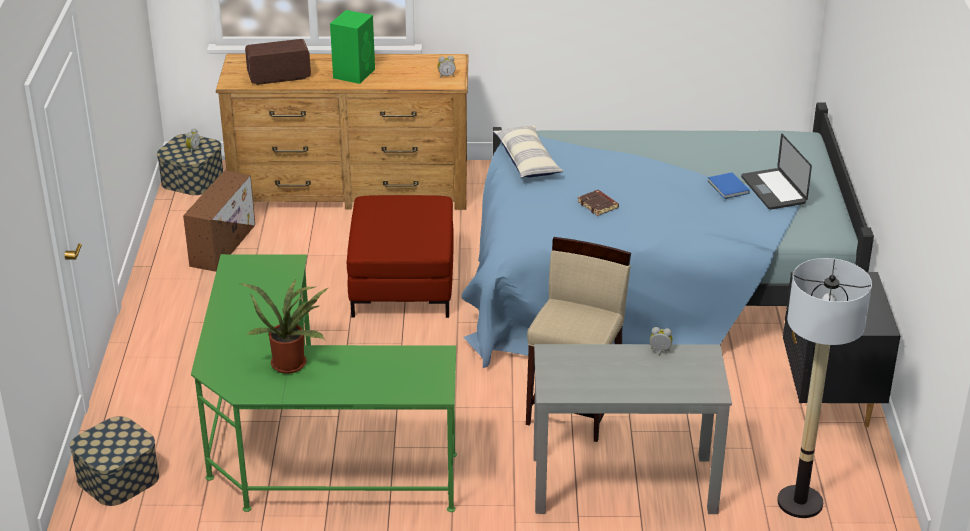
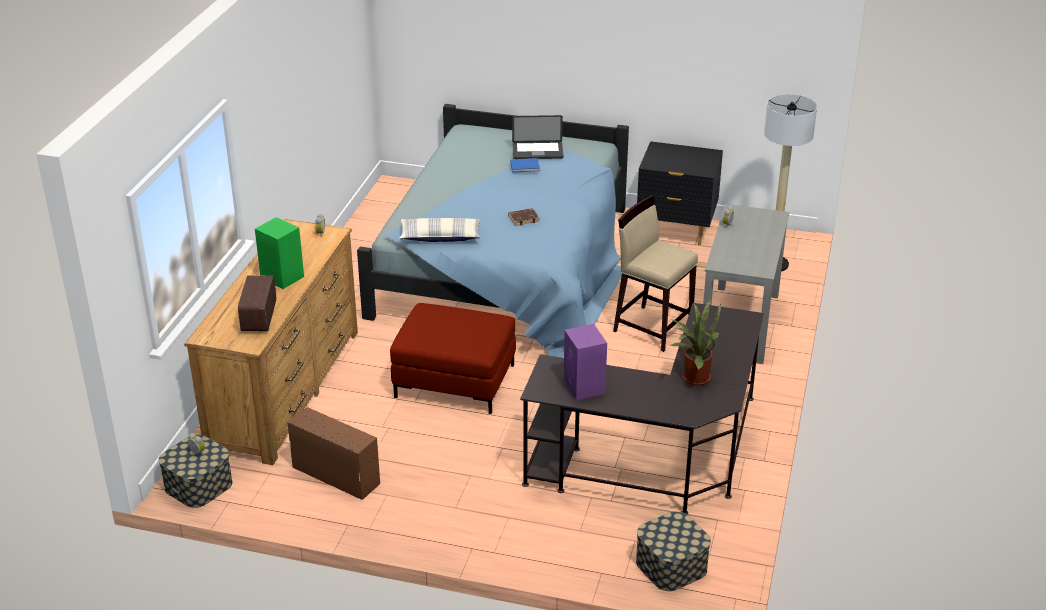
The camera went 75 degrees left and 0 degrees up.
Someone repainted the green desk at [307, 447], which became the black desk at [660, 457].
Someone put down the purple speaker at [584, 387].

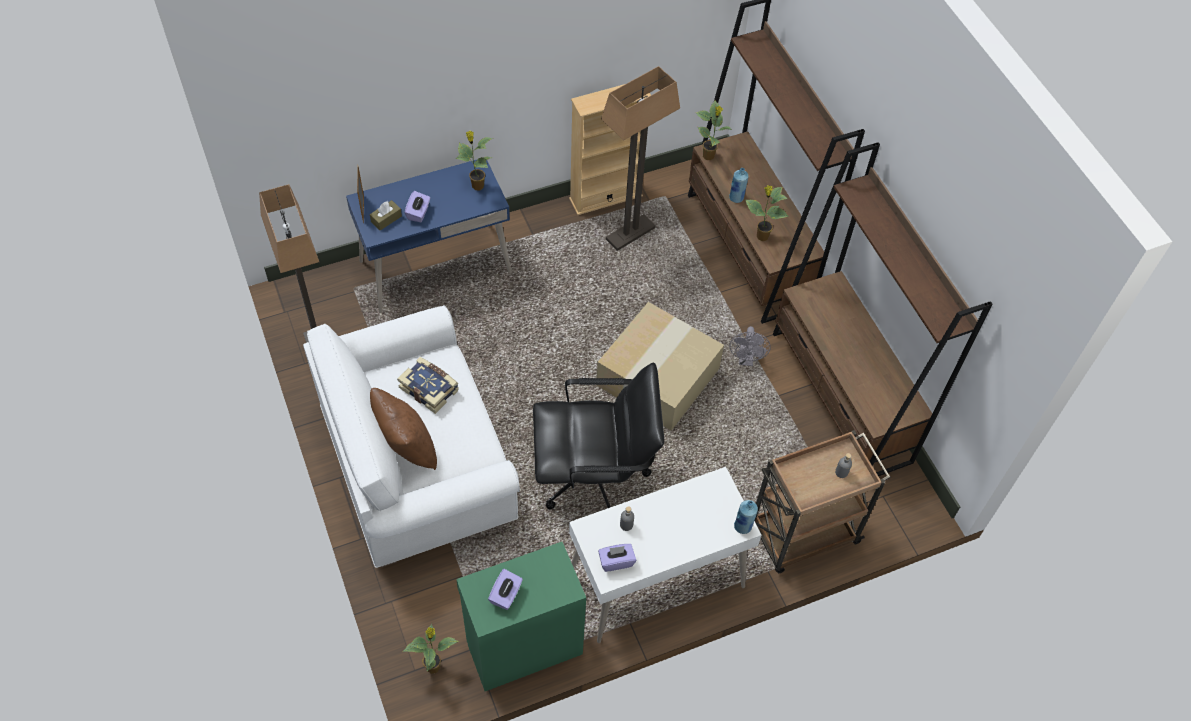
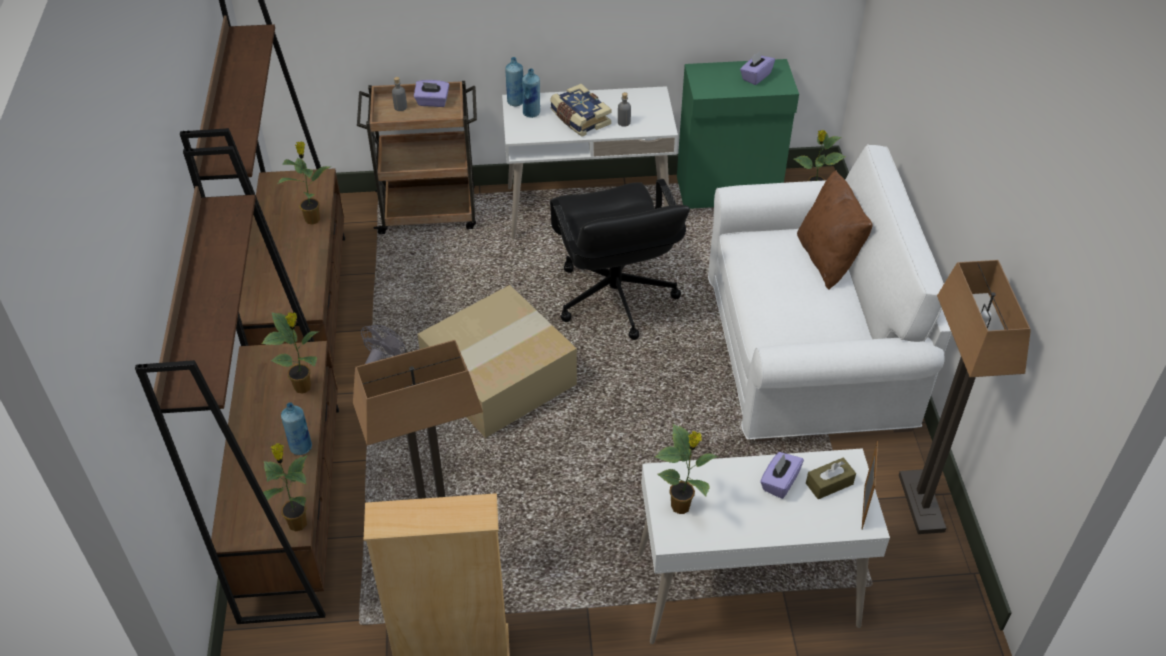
The camera went 160 degrees left and 10 degrees down.
Someone repainted the blue desk at [435, 267], which became the white desk at [746, 590].
Someone carried the book from [429, 389] to [579, 119].
Someone rotated the black office chair at [594, 478] by 120 degrees counterclockwise.
Someone carried the purple tissue box from [616, 561] to [432, 102].
Someone put down the potted plant at [313, 218].
Someone put down the blue bottle at [531, 113].

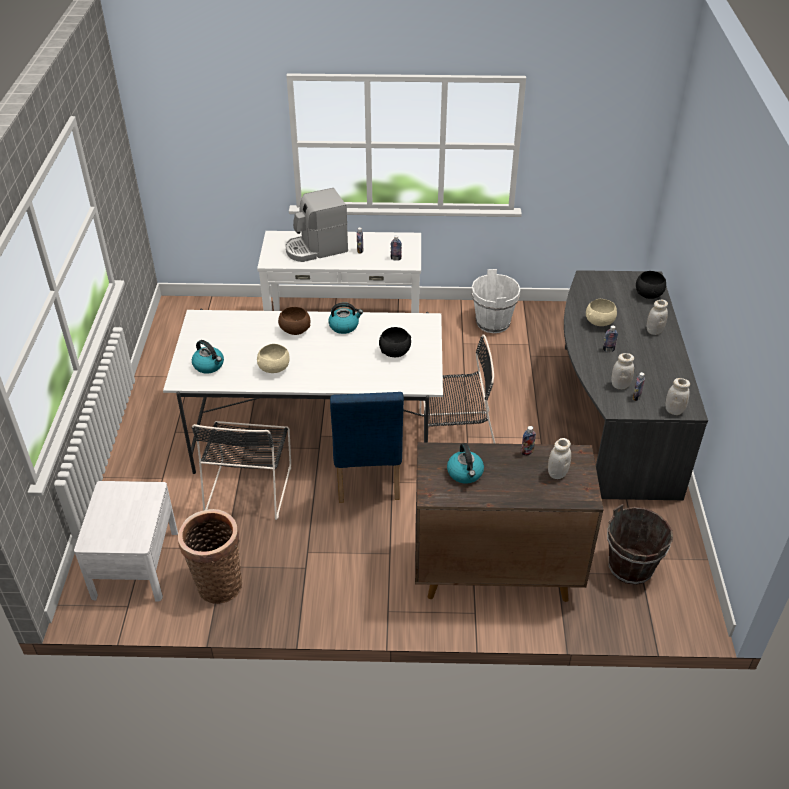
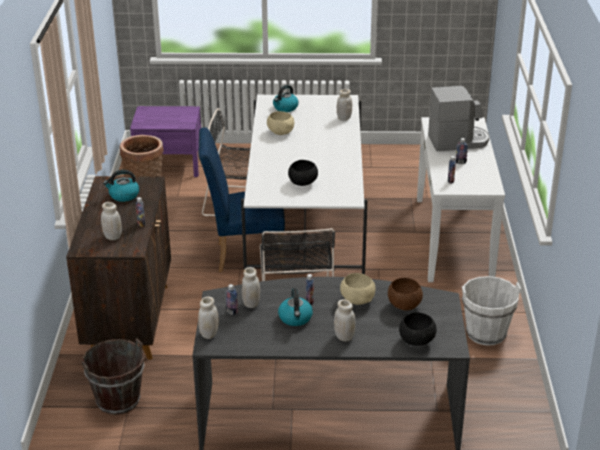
The camera went 90 degrees right and 10 degrees down.
Someone repainted the white nightstand at [135, 564], which became the purple nightstand at [169, 164].
Someone carried the brown bowl from [294, 330] to [404, 305].
Someone rotated the coffee machine at [316, 249] by 105 degrees clockwise.
Someone carried the kettle from [344, 326] to [295, 318].
Someone put down the white jar at [344, 118].

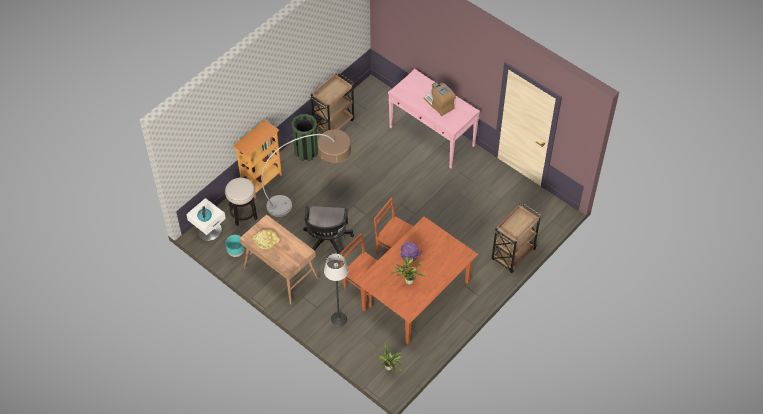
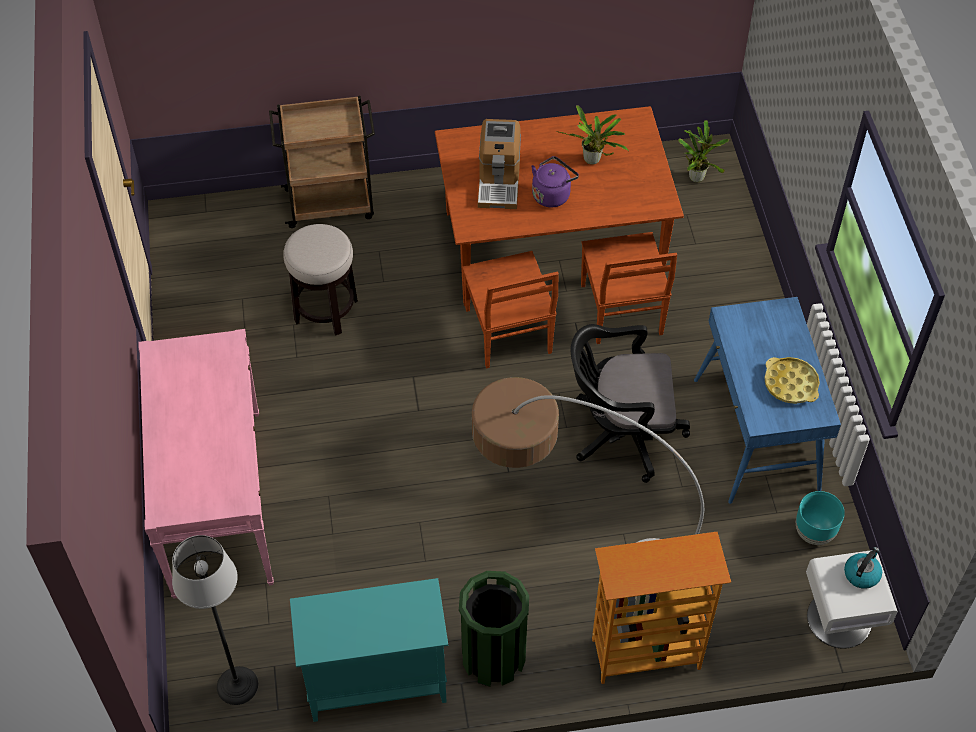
The camera went 140 degrees left and 0 degrees up.
Someone carried the stool from [243, 214] to [325, 311].
Someone repainted the brown desk at [280, 273], which became the blue desk at [756, 435].
Someone rotated the black office chair at [327, 242] by 135 degrees counterclockwise.
Someone swapped the brown cart at [333, 124] for the turquoise cabinet at [375, 683].
Someone carried the floor lamp from [338, 319] to [237, 685].
Someone carried the coffee machine from [439, 104] to [499, 182].

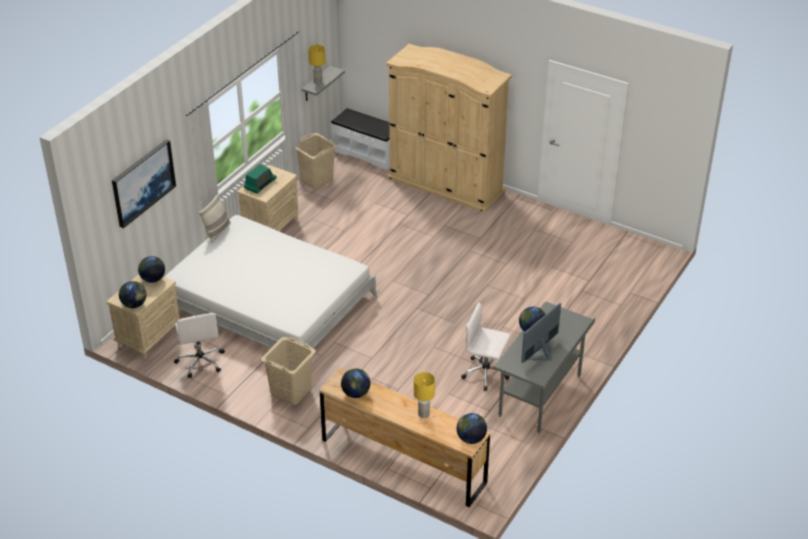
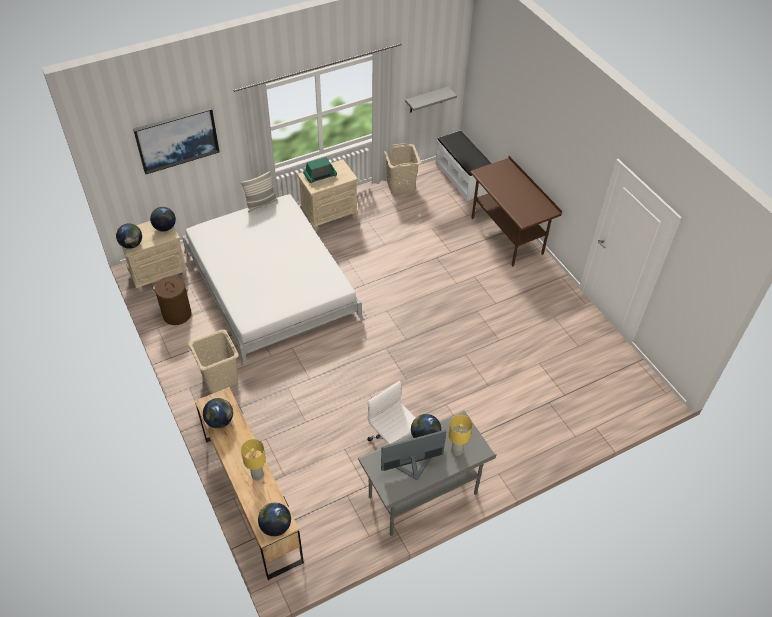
The camera went 30 degrees right and 10 degrees up.
Someone swapped the white office chair at [200, 361] for the brown laundry basket at [177, 314].
Someone carried the yellow table lamp from [318, 81] to [456, 451].
Someone swapped the beige wardrobe at [445, 184] for the brown desk at [507, 236].

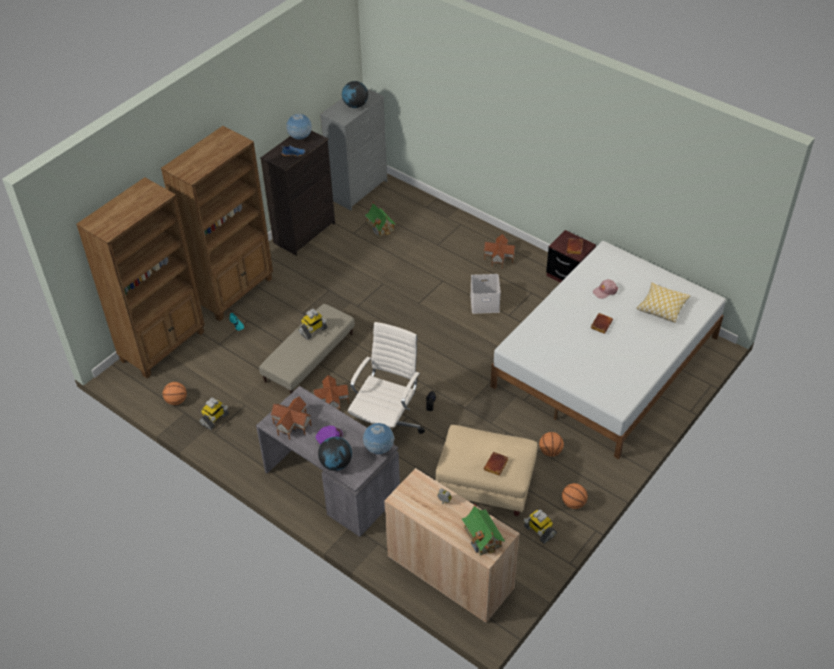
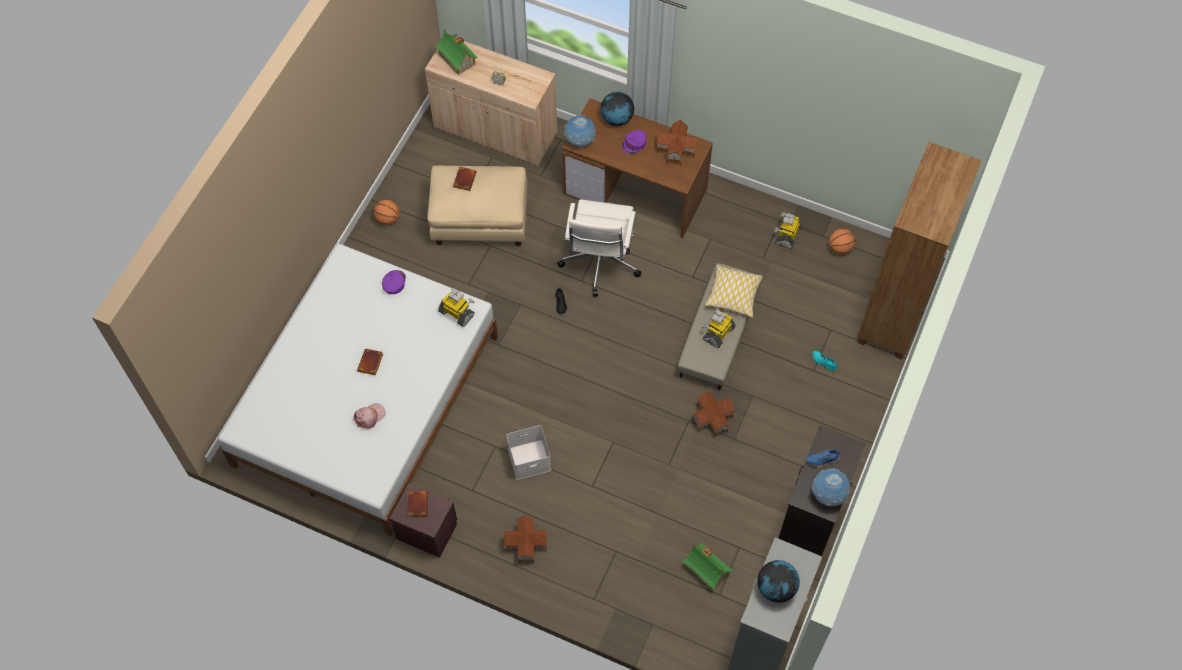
The camera went 165 degrees right and 15 degrees up.
Someone took away the brown bookcase at [234, 292].
Someone repainted the grey desk at [330, 483], which became the brown desk at [636, 191].
Someone carried the toy house from [331, 401] to [713, 419].
Someone carried the toy robot from [539, 531] to [457, 313].
Someone took away the basketball at [550, 451].
Someone carried the pillow from [662, 307] to [733, 295].
Someone put down the purple cap at [394, 283].

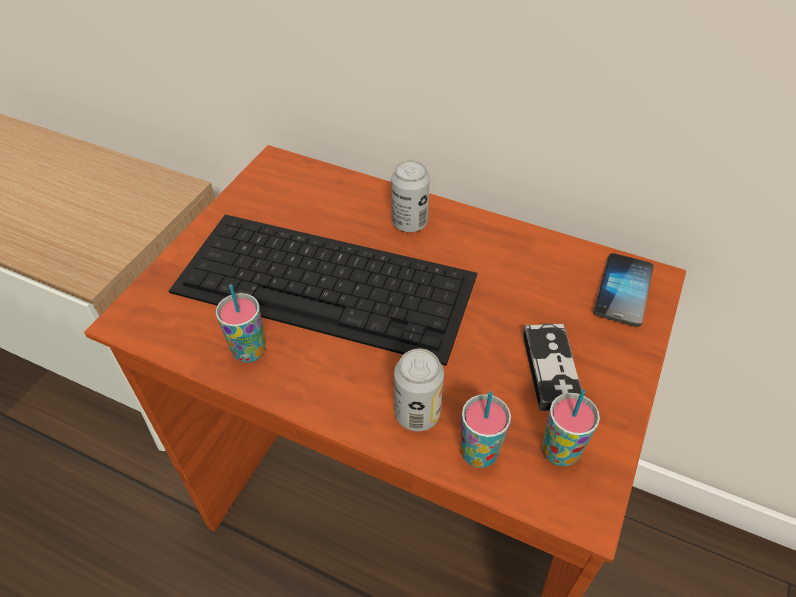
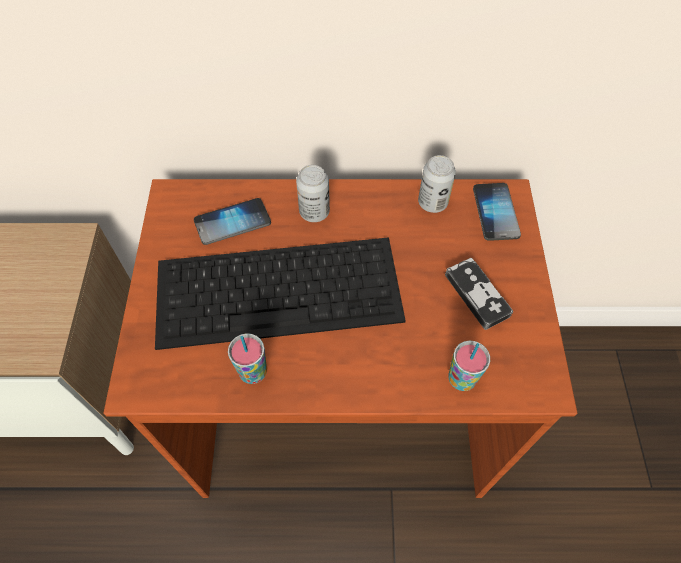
The camera went 25 degrees left and 10 degrees up.
Someone carried the can from [417, 414] to [432, 203].
Someone took away the cup at [560, 452].
Someone put down the phone at [232, 222].

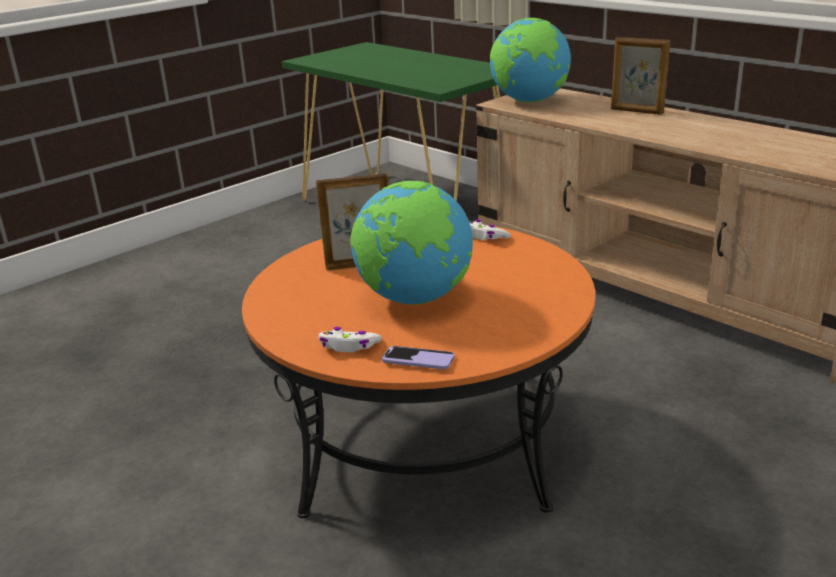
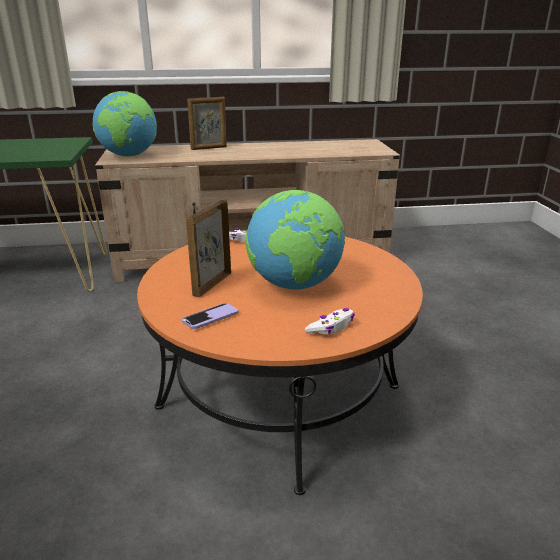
The camera went 55 degrees left and 0 degrees up.
Someone carried the phone from [418, 360] to [210, 317].

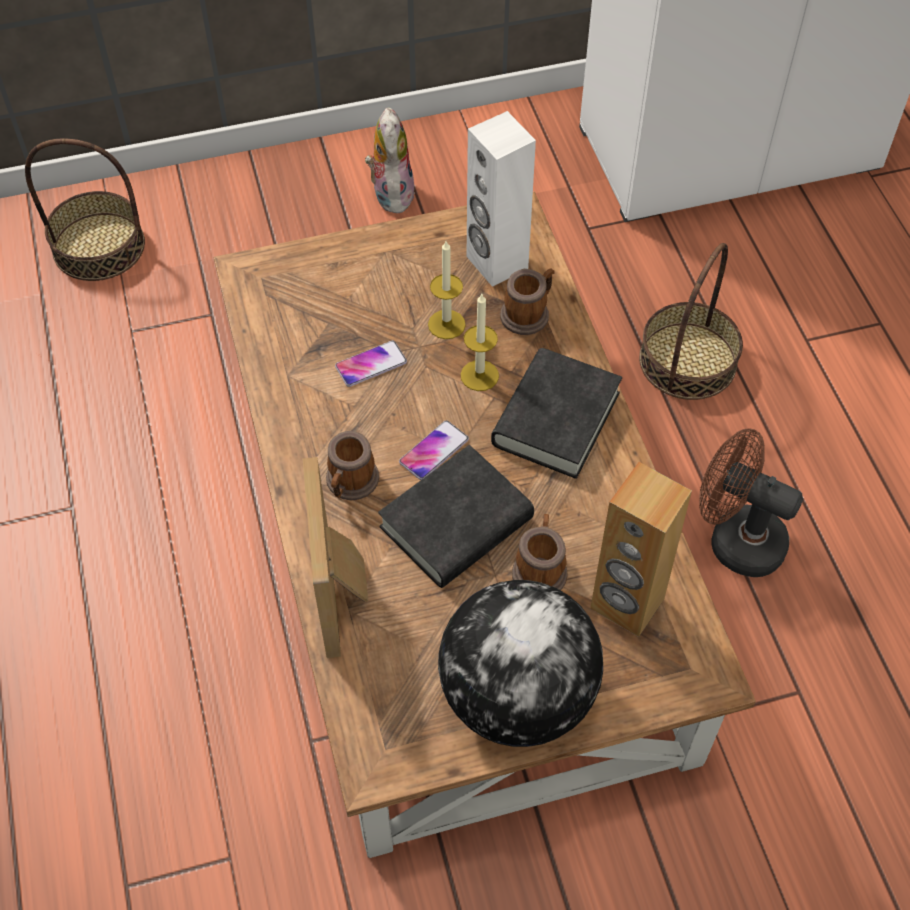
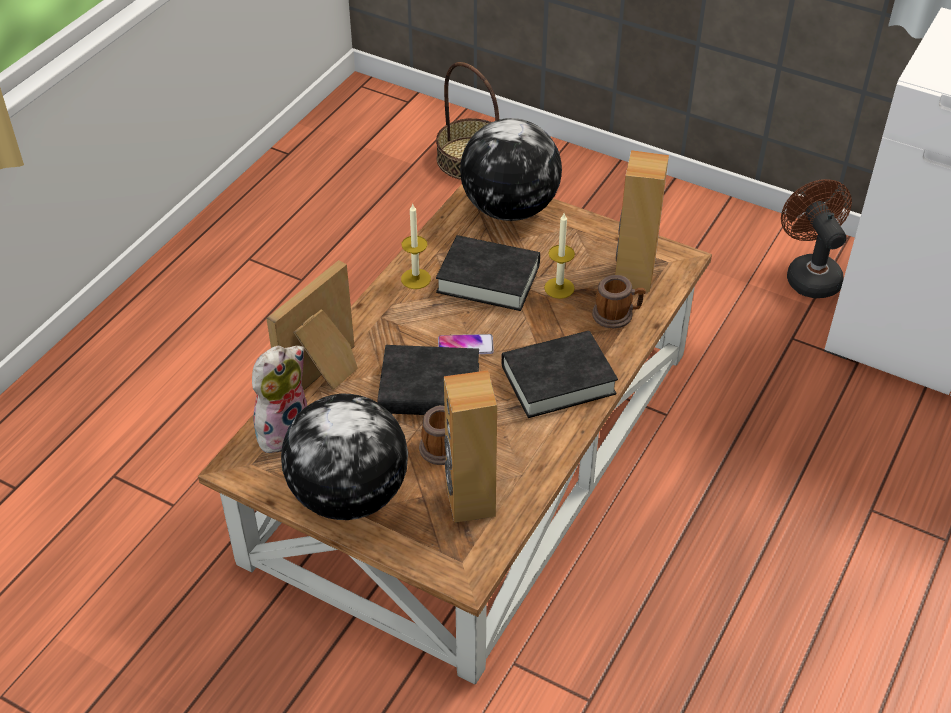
The camera went 45 degrees right and 10 degrees down.
Someone took away the mug at [350, 484].
Someone swapped the phone at [371, 364] for the black book at [488, 279].
Someone carried the plush toy from [391, 193] to [282, 429].
Someone carried the candle from [479, 375] to [416, 279].
Someone repainted the white speaker at [496, 263], which became the brown speaker at [633, 276].
Someone took away the basket at [687, 360].
Someone carried the brown fan from [735, 539] to [809, 274].
Someone put down the globe at [509, 209].

